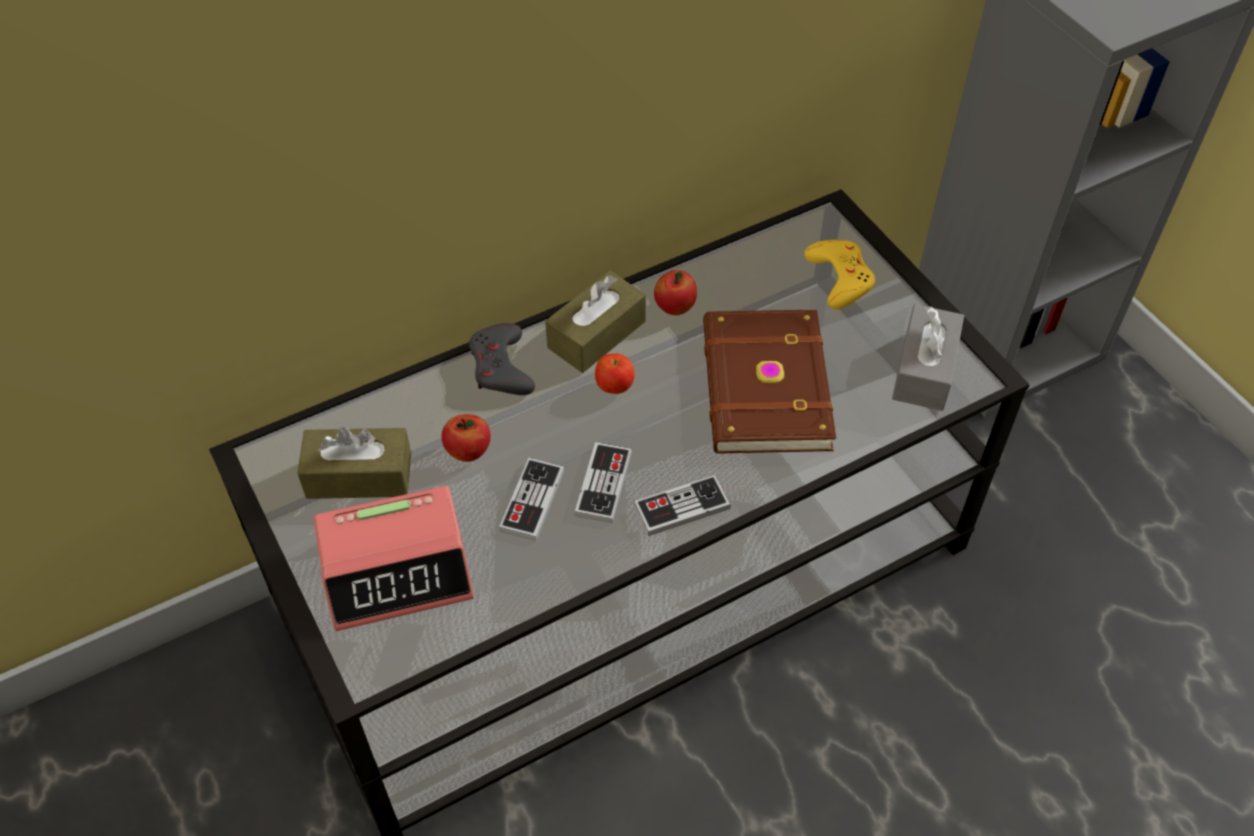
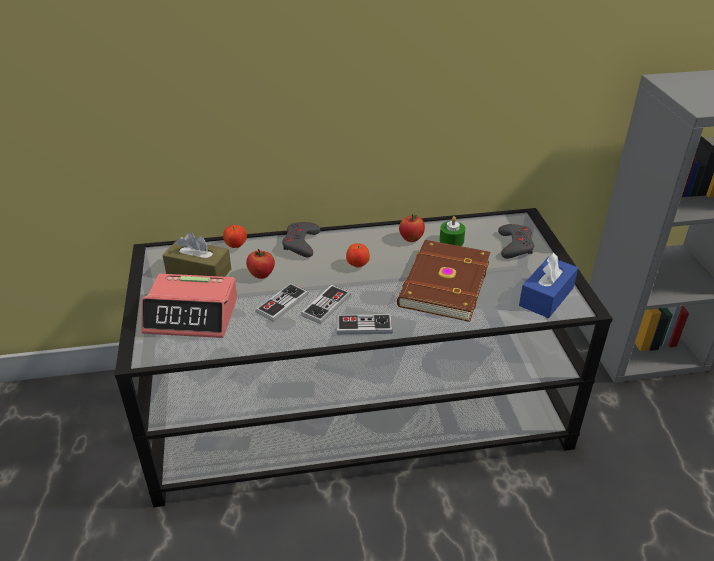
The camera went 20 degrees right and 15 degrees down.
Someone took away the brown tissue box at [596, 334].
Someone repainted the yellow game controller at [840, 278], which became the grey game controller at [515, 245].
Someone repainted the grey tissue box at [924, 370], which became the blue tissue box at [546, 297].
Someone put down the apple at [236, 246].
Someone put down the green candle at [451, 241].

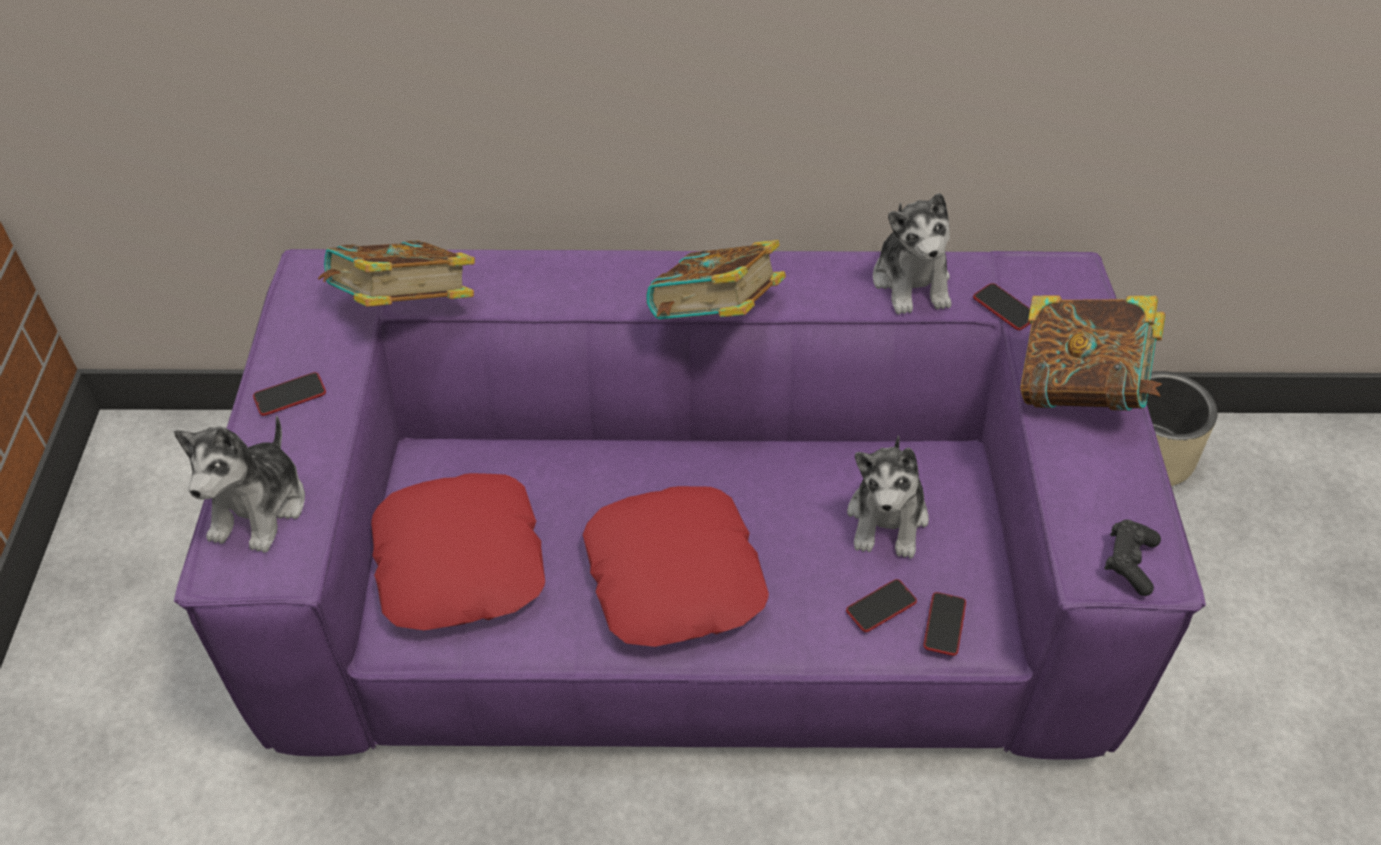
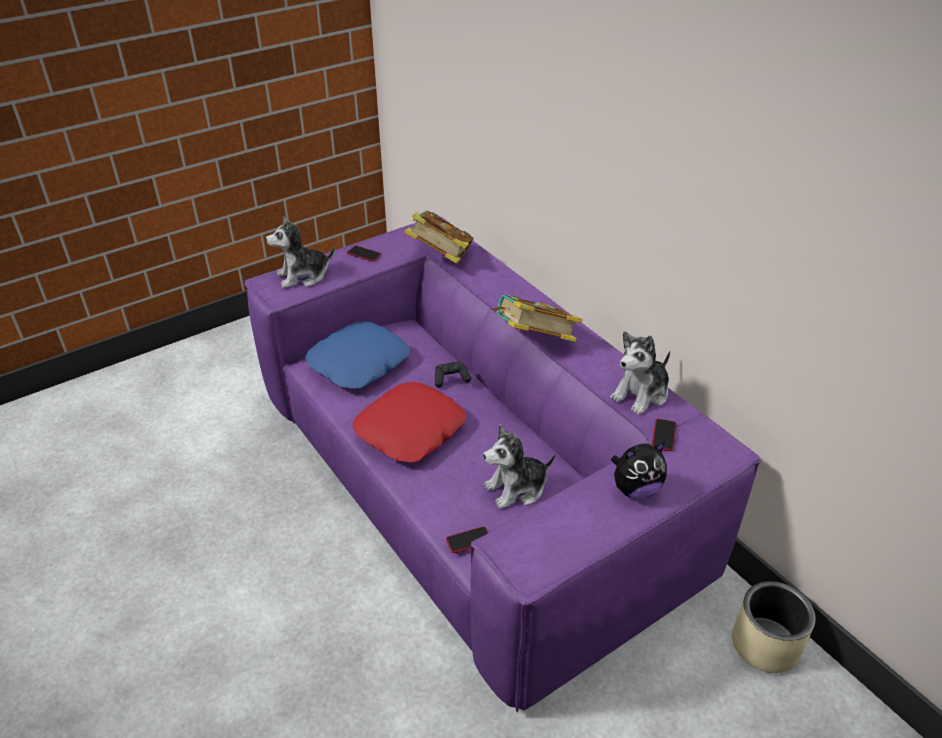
The camera went 55 degrees right and 10 degrees down.
Someone repainted the red pillow at [461, 561], which became the blue pillow at [359, 363].
Someone took away the phone at [881, 606].
Someone swapped the book at [1080, 389] for the plush toy at [635, 489].
Someone carried the black game controller from [1129, 563] to [451, 379].

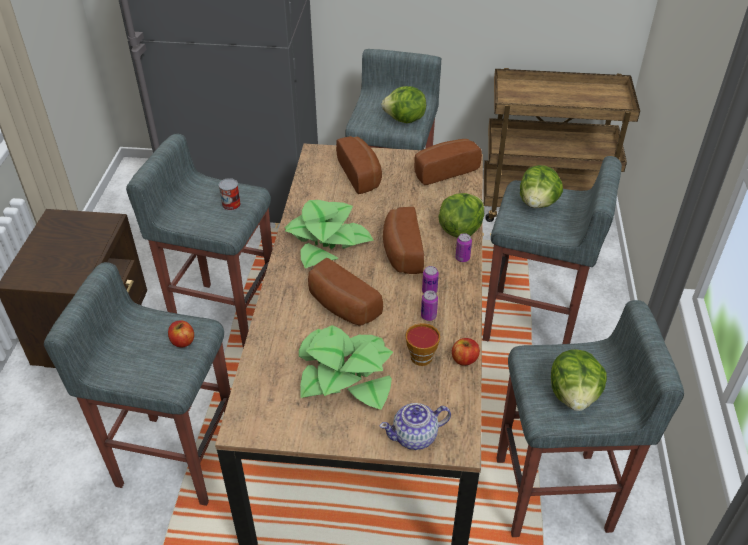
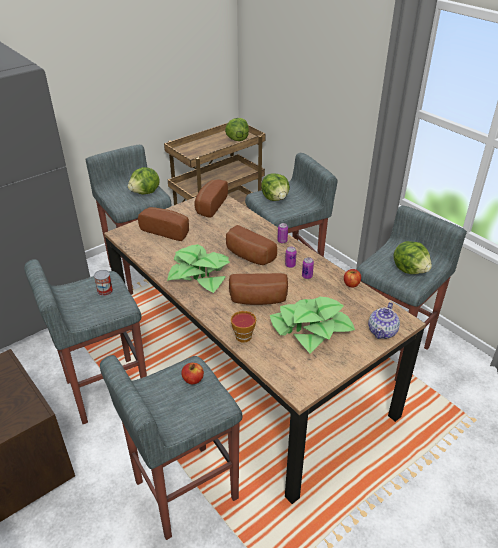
The camera went 45 degrees left and 5 degrees down.
Someone carried the cup from [422, 355] to [242, 335].
Someone carried the lettuce from [460, 229] to [237, 139].

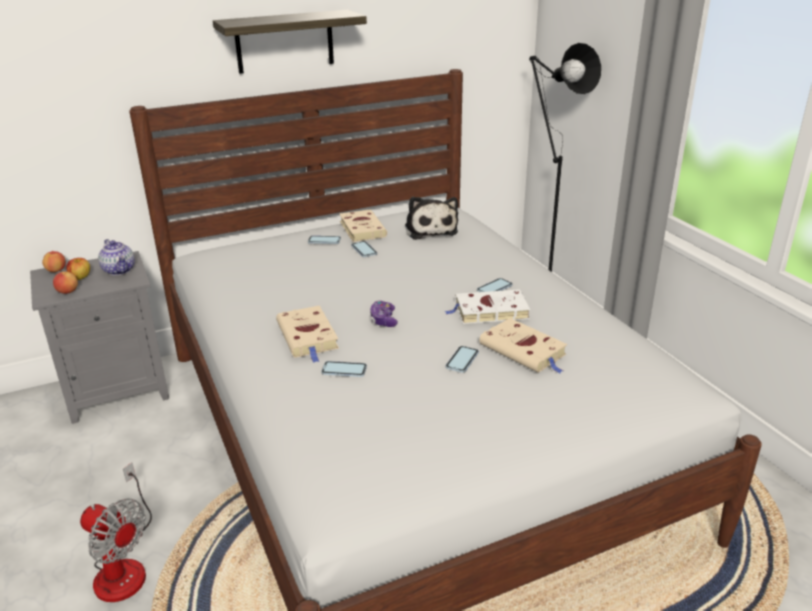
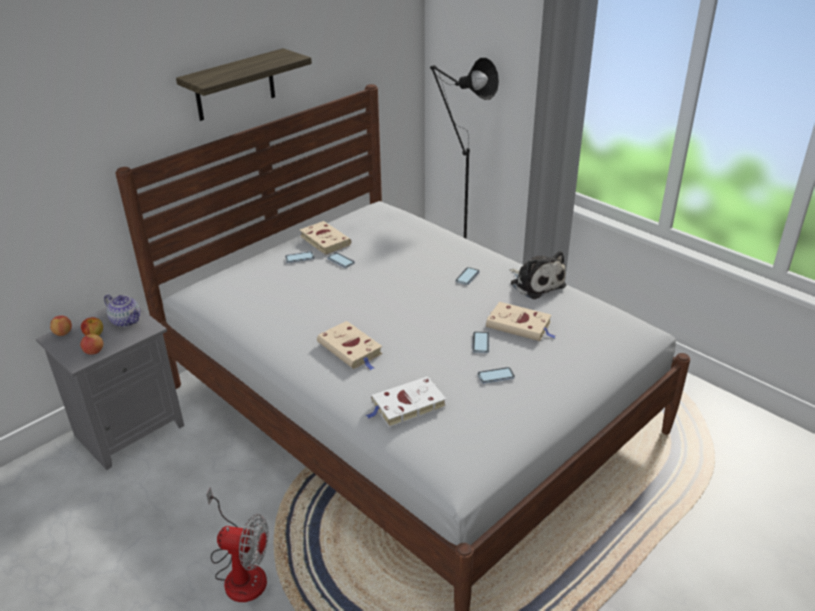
The camera went 20 degrees left and 5 degrees up.
Someone carried the phone from [344, 370] to [496, 376].
Someone took away the game controller at [383, 320].
Someone carried the plush toy from [430, 229] to [536, 284].
Someone carried the white book from [489, 311] to [406, 406].

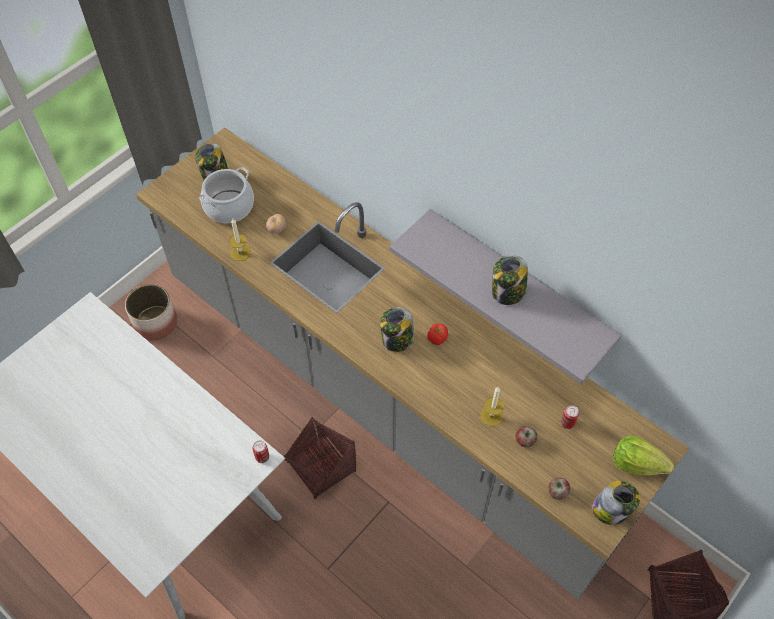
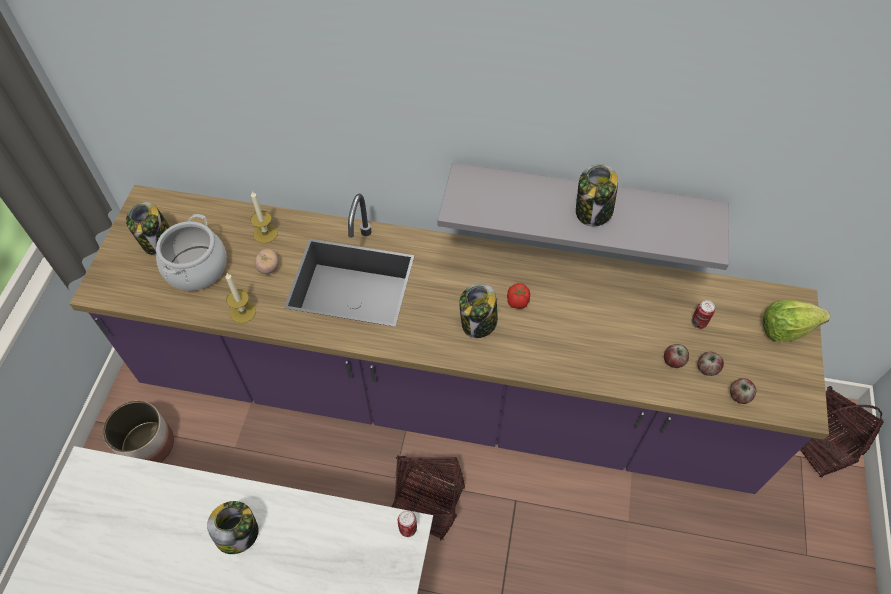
The camera went 30 degrees left and 0 degrees up.
Someone repainted the grey counter at [387, 395], which became the purple counter at [445, 393].
Someone carried the candle from [491, 416] to [265, 233].
Someone carried the jar from [611, 509] to [238, 534].
Someone put down the apple at [707, 369].

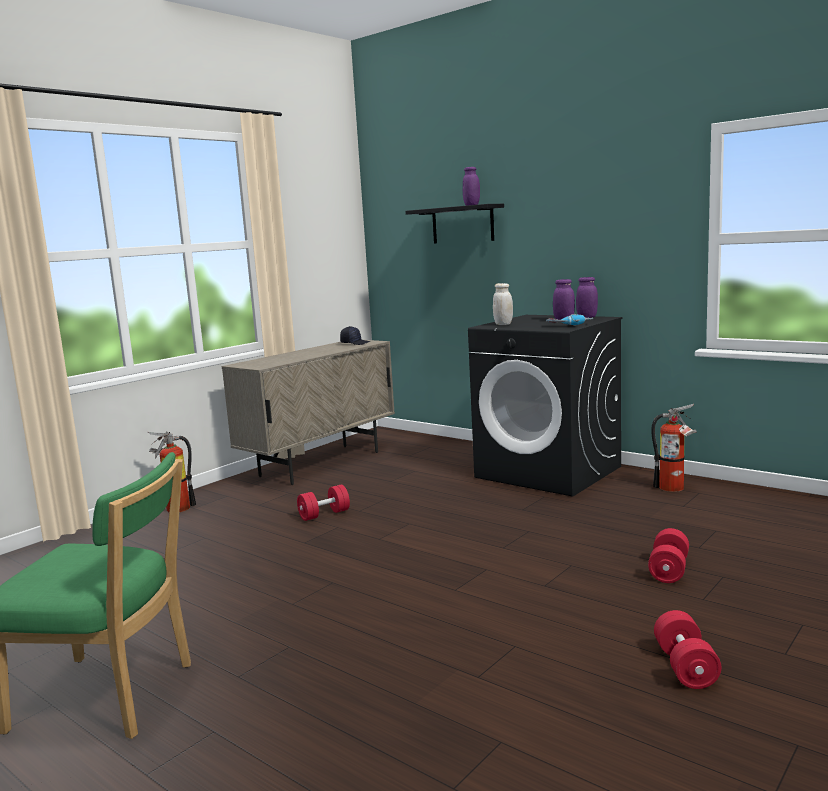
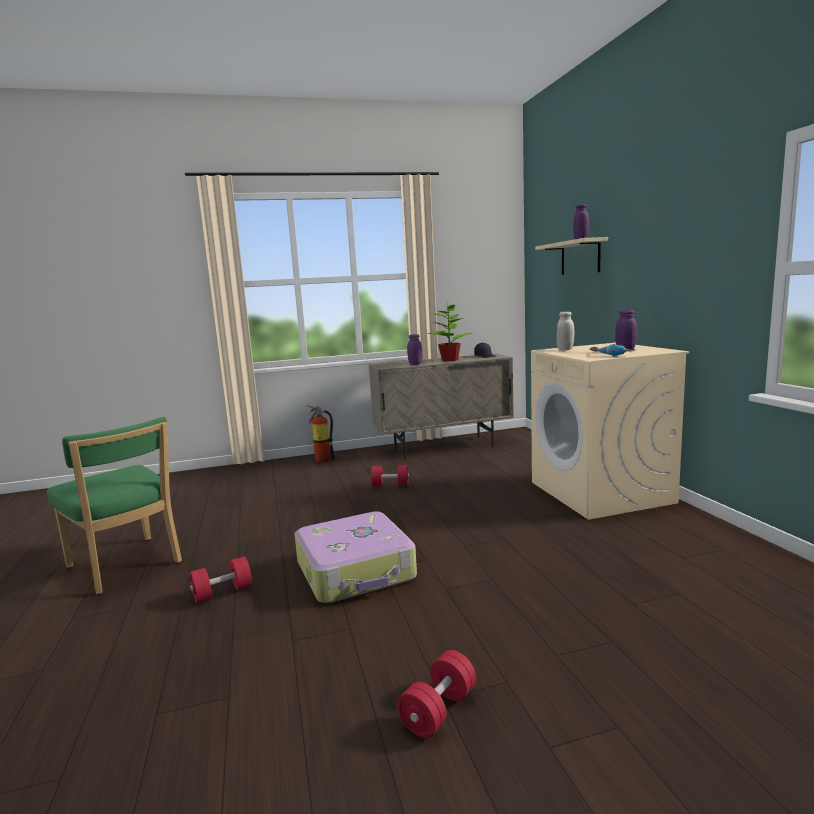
The camera went 35 degrees right and 0 degrees up.
Someone repainted the black shelf at [462, 224], which became the beige shelf at [580, 257].
Someone repainted the black washing machine at [549, 472], which became the beige washing machine at [601, 492].
Someone carried the purple jar from [587, 317] to [415, 364].
Someone carried the red dumbbell from [668, 570] to [222, 593].
Someone took away the fire extinguisher at [675, 488].
Someone put down the suitcase at [356, 571].
Someone put down the potted plant at [450, 360].

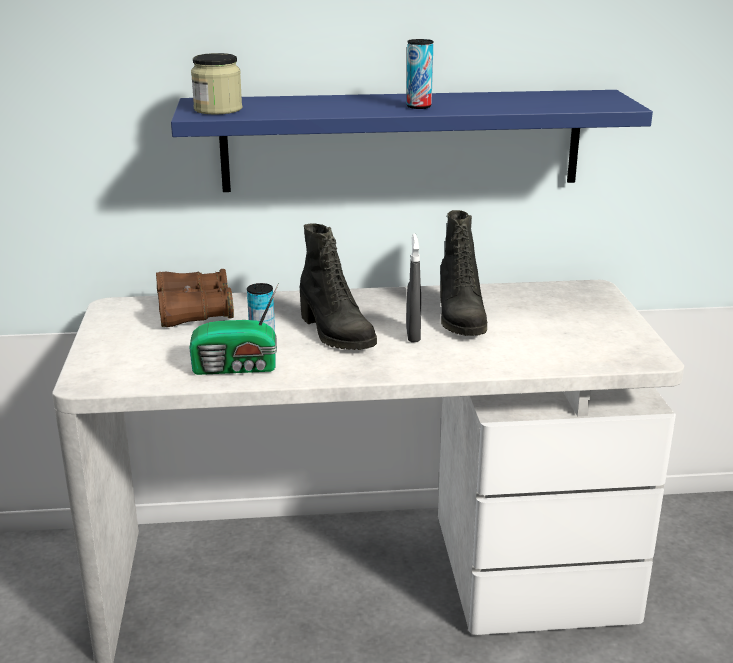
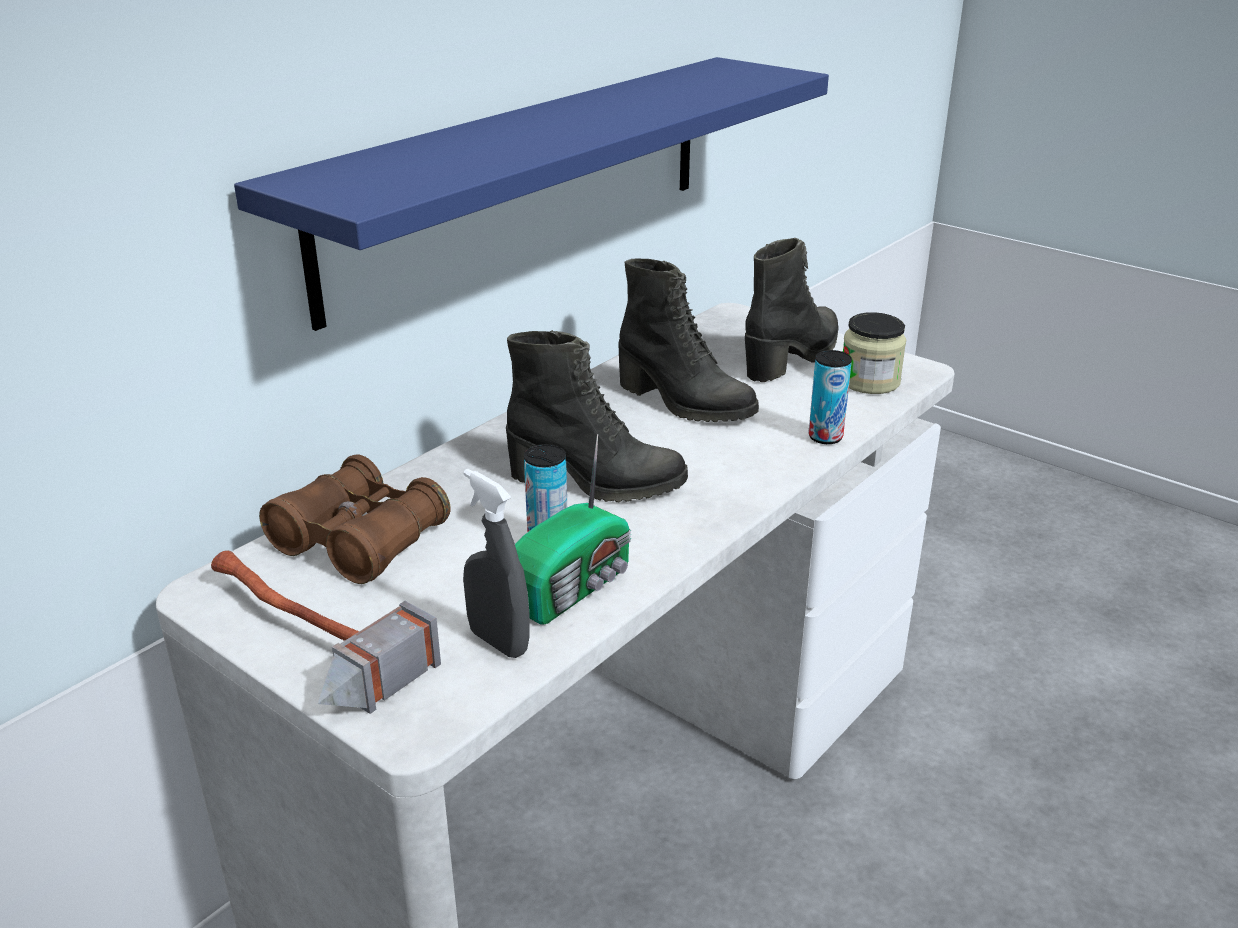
The camera went 45 degrees left and 5 degrees up.
Someone carried the jar from [218, 109] to [869, 381].
Someone carried the can from [418, 107] to [825, 437].
Someone carried the grey spray bottle from [413, 335] to [498, 642].
Someone put down the hammer at [297, 640].
Someone put down the black boot at [793, 357].

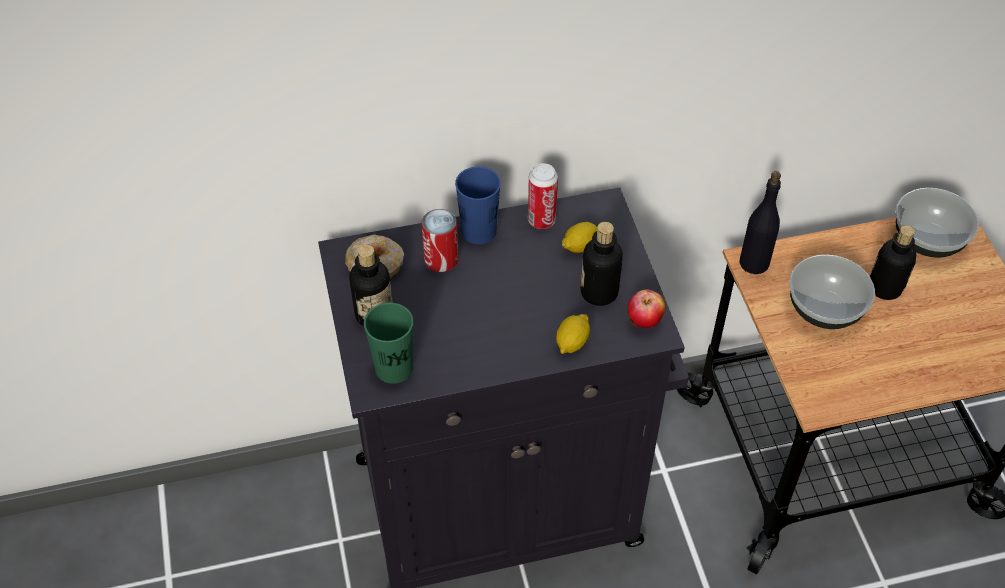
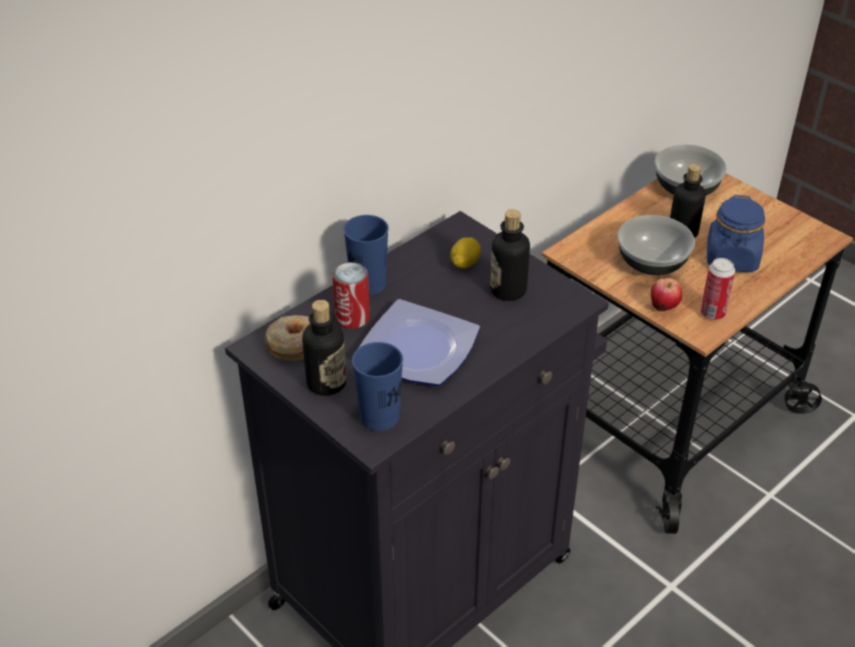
The camera went 30 degrees left and 10 degrees down.
Someone repainted the green cup at [394, 368], which became the blue cup at [379, 417].
Someone carried the can from [541, 220] to [712, 313].
Someone took away the lemon at [572, 342].
Someone carried the apple from [644, 322] to [664, 308].
Someone took away the black bottle at [753, 262].
Someone put down the plate at [417, 348].
Someone put down the blue jar at [731, 258].

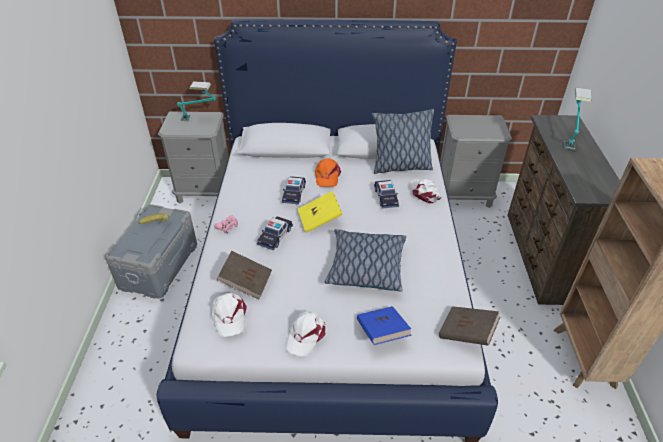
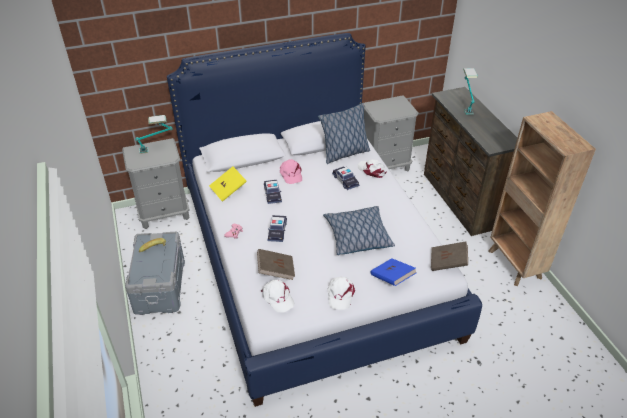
The camera went 20 degrees left and 0 degrees up.
Someone carried the yellow book from [320, 220] to [228, 190].
Someone repainted the orange cap at [327, 176], which became the pink cap at [291, 174].

